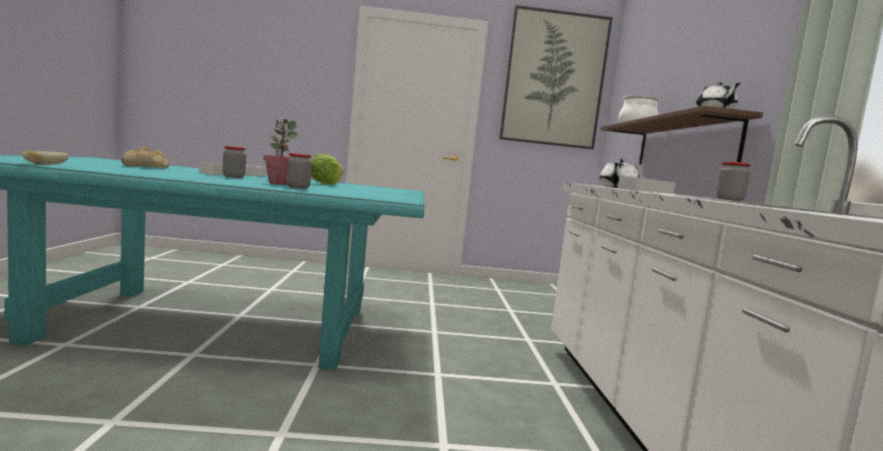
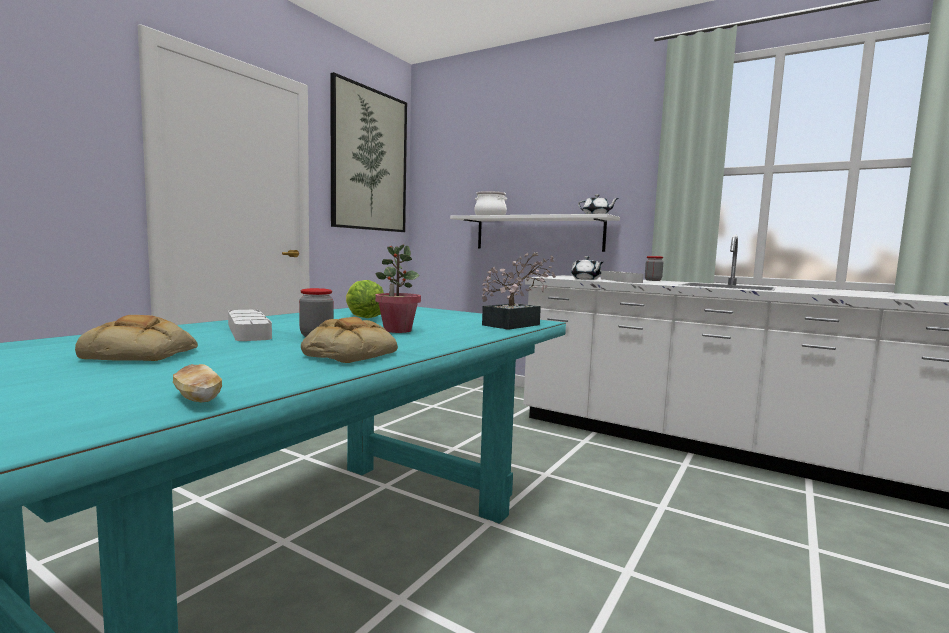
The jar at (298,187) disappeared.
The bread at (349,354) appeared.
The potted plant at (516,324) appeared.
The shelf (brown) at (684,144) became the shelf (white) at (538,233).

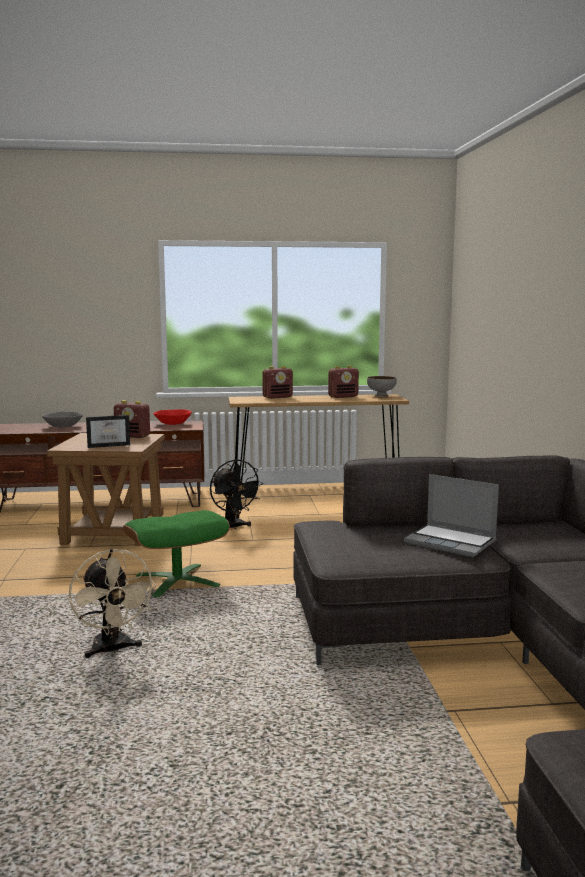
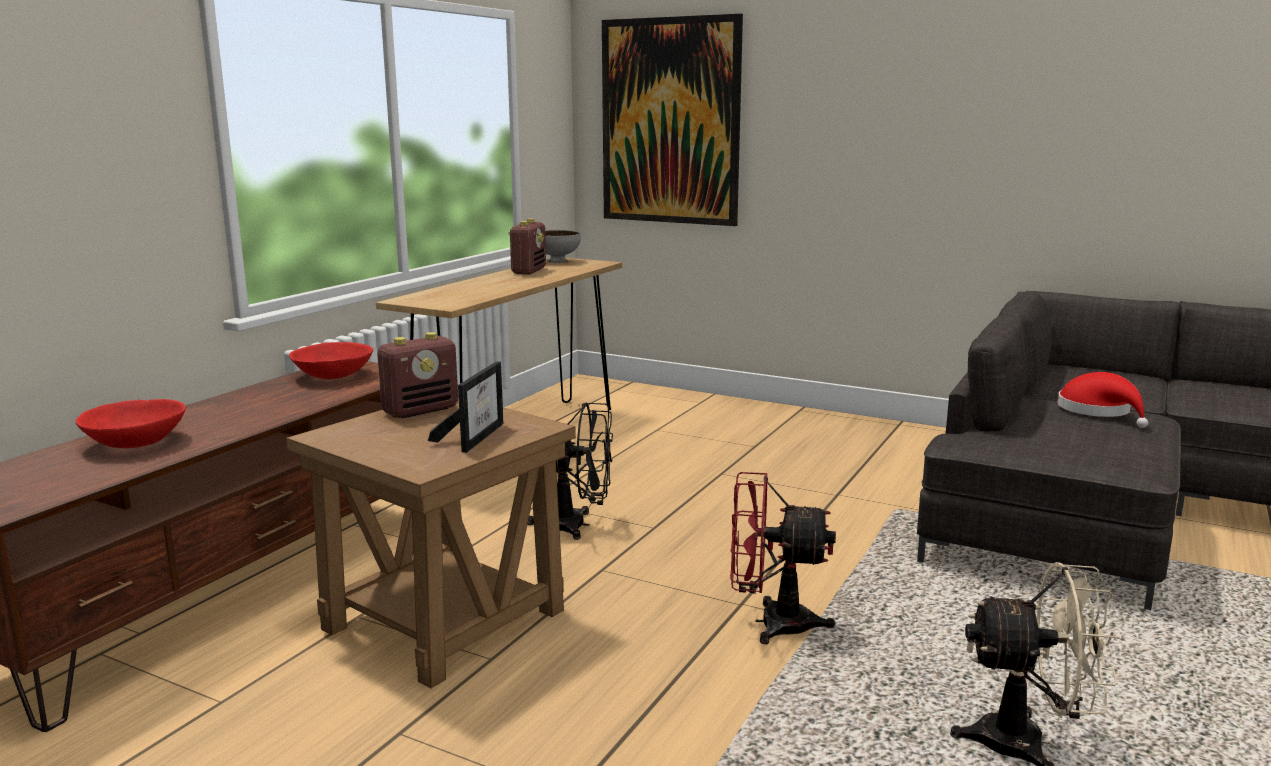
The radio at (278,397) disappeared.
The picture at (670,122) appeared.
The ottoman (green) at (177,581) was replaced by the fan (red) at (771,623).
The laptop at (451,542) was replaced by the hat (red) at (1098,411).
The bowl (grey) at (63,426) became the bowl (red) at (136,442).

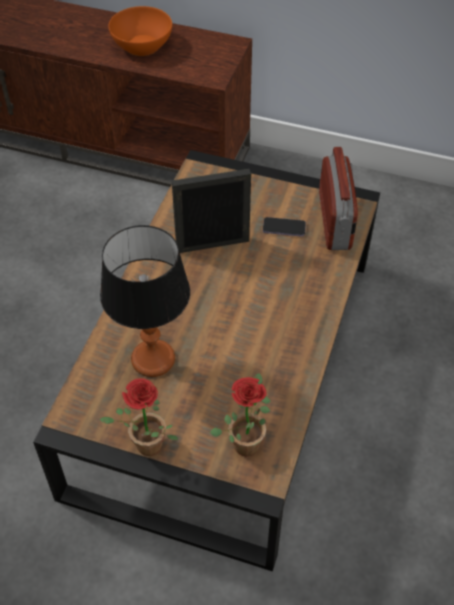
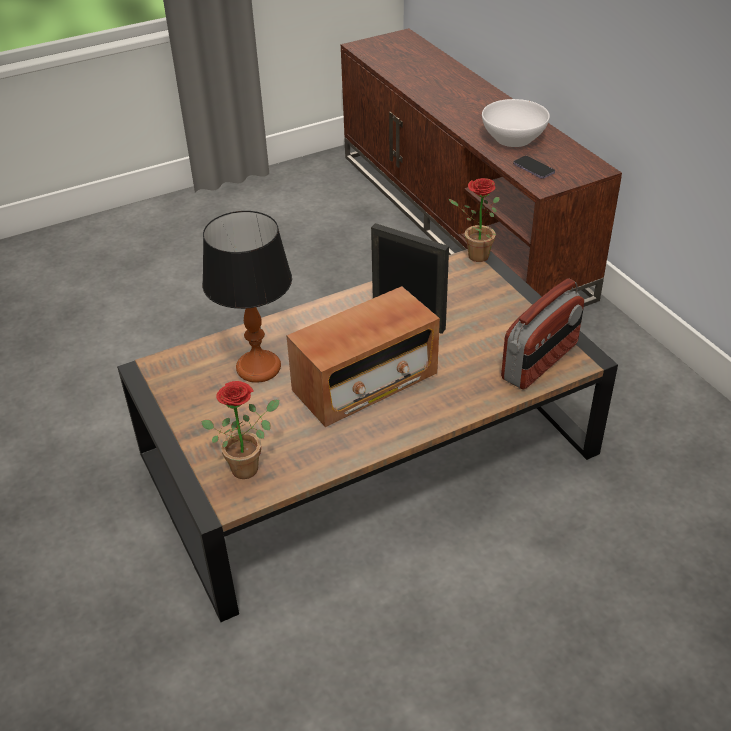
The radio at (365,384) appeared.
The potted plant moved from (144,448) to (473,255).
The phone moved from (284,228) to (533,169).
The bowl (orange) at (142,45) became the bowl (white) at (513,138).

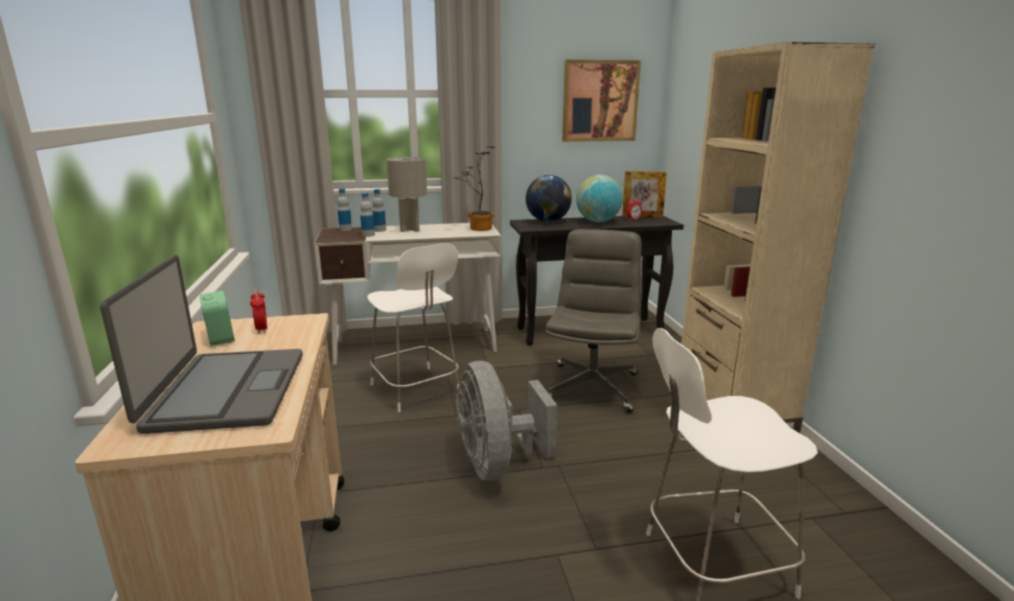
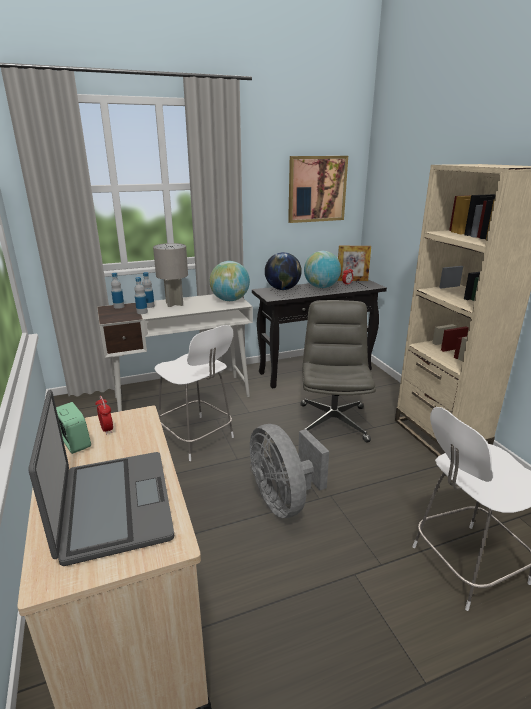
The potted plant at (477,229) was replaced by the globe at (230,300).

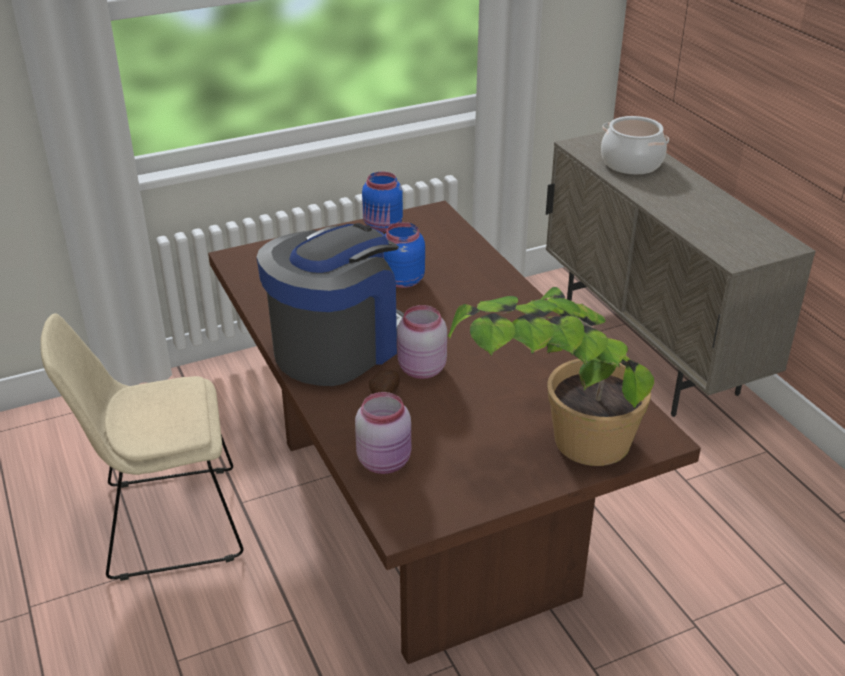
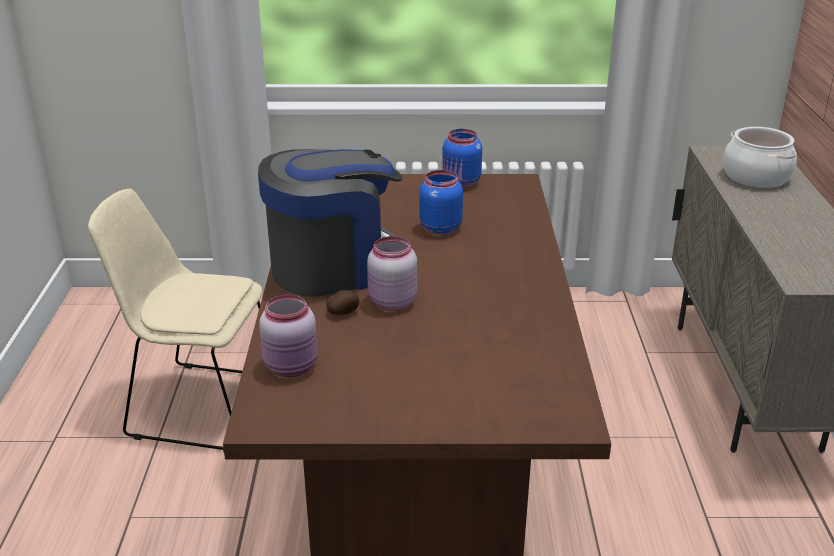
The potted plant at (552,446) disappeared.

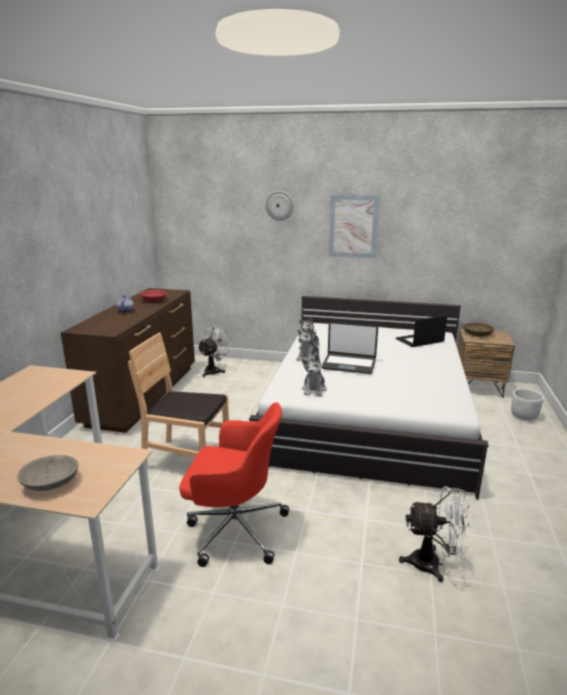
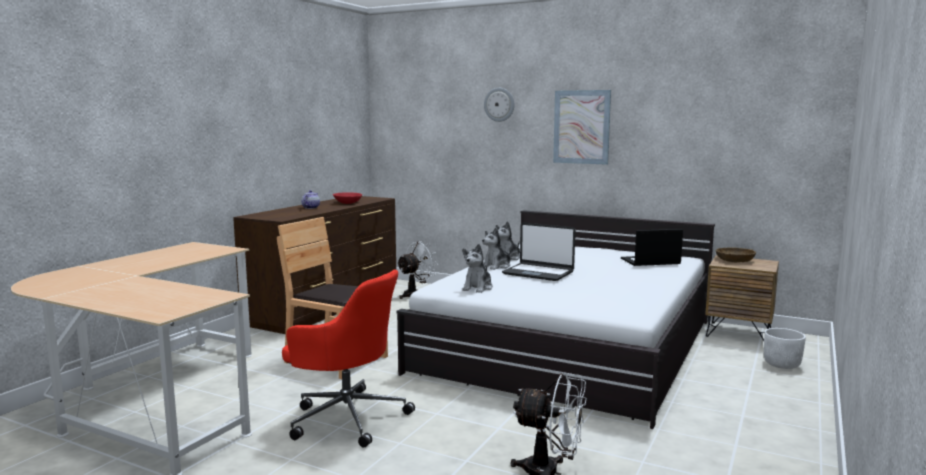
The bowl (grey) at (50,483) disappeared.

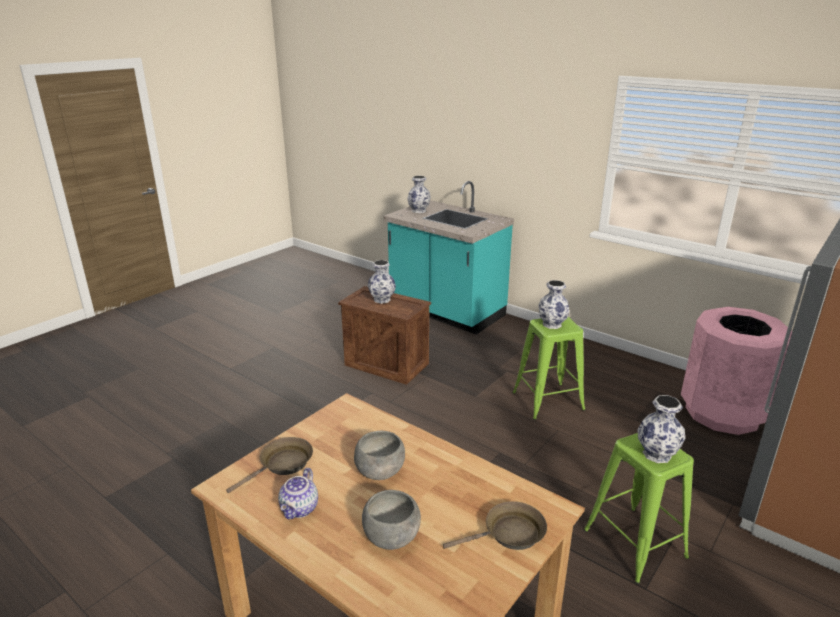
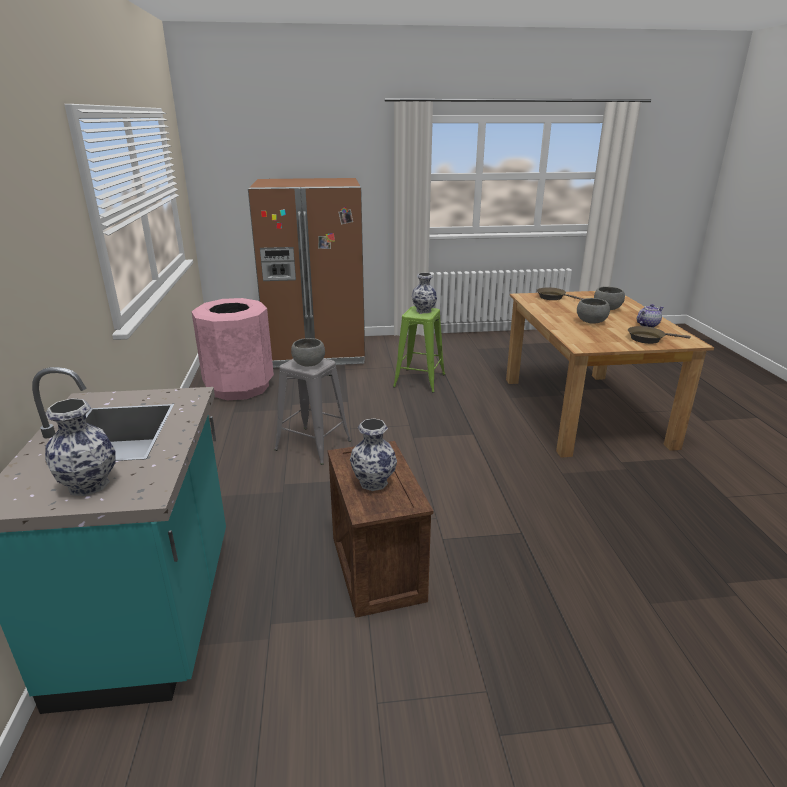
The vase at (552,324) was replaced by the bowl (grey) at (308,364).
The stool (green) at (547,401) became the stool (grey) at (313,445).

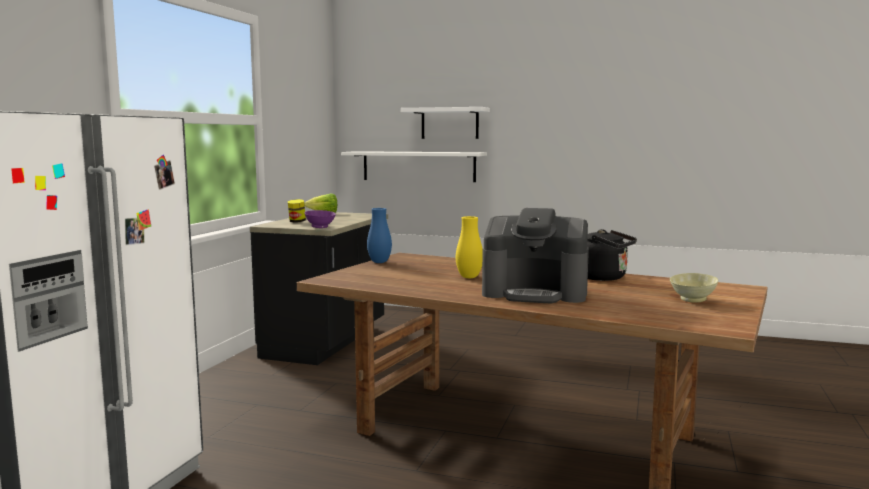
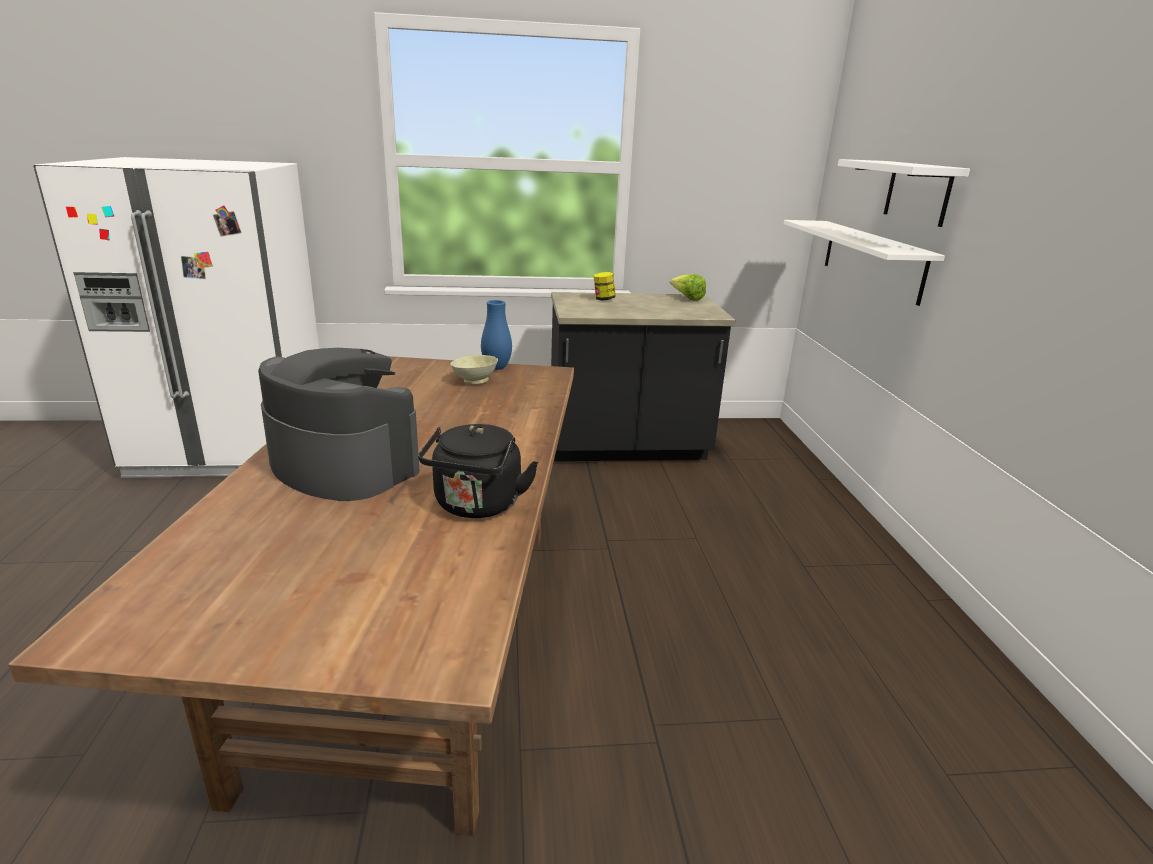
The bowl (purple) at (320,227) disappeared.
The vase (yellow) at (469,277) disappeared.
The bowl (beige) moved from (691,300) to (474,381).
The coffee machine at (535,293) turned 135 degrees clockwise.

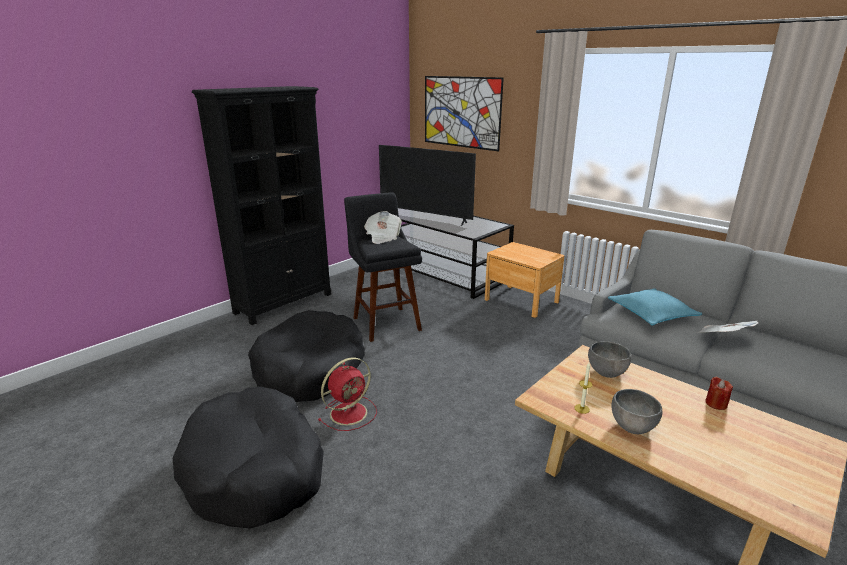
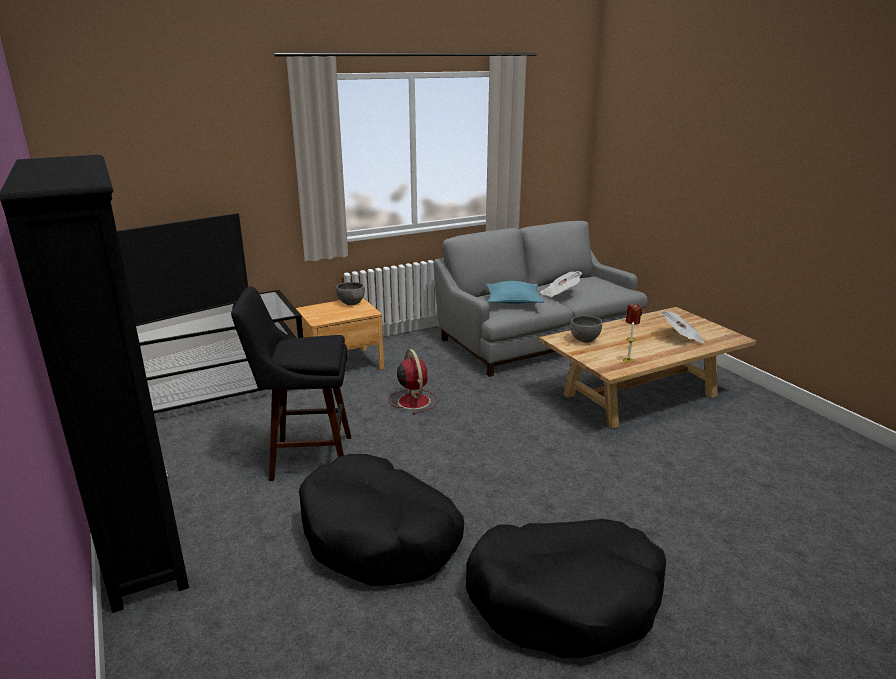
The picture at (461,112) disappeared.
The fan (red) moved from (350,412) to (413,400).
The newspaper moved from (382,237) to (681,338).
The bowl (grey) moved from (632,427) to (351,303).

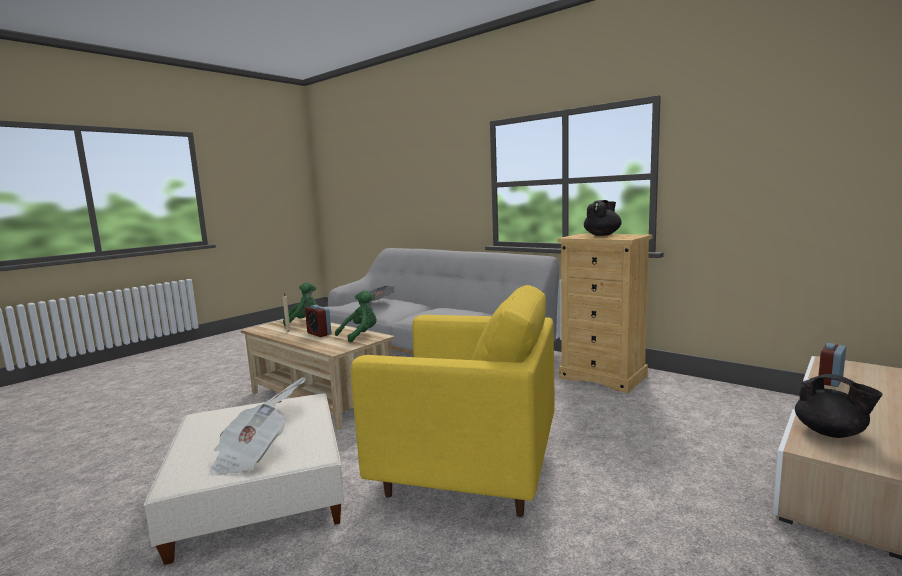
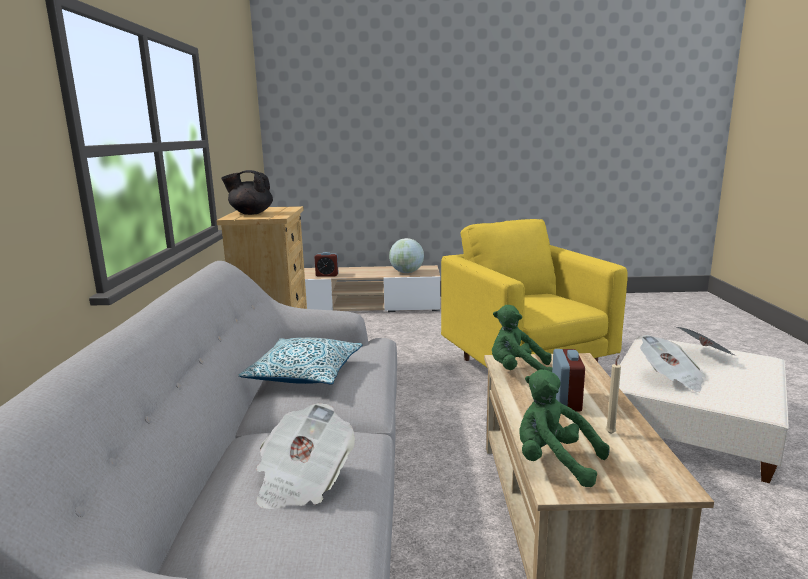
The pillow at (304,374) appeared.
The teapot (black) at (831,433) was replaced by the globe at (407,272).

